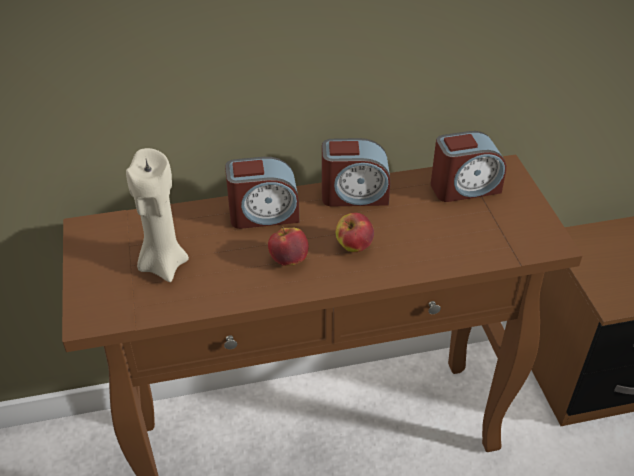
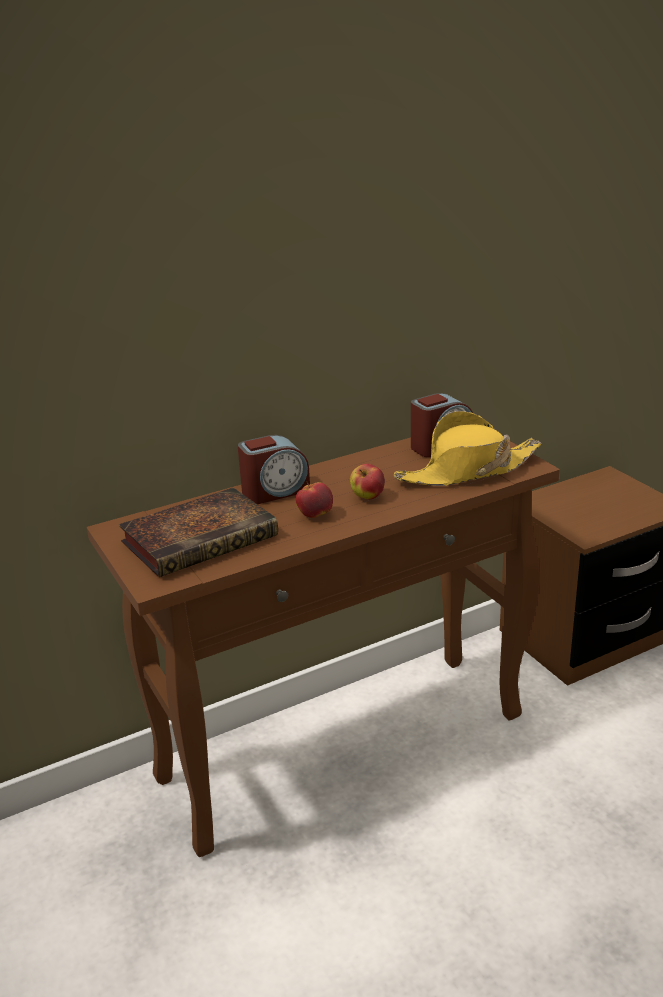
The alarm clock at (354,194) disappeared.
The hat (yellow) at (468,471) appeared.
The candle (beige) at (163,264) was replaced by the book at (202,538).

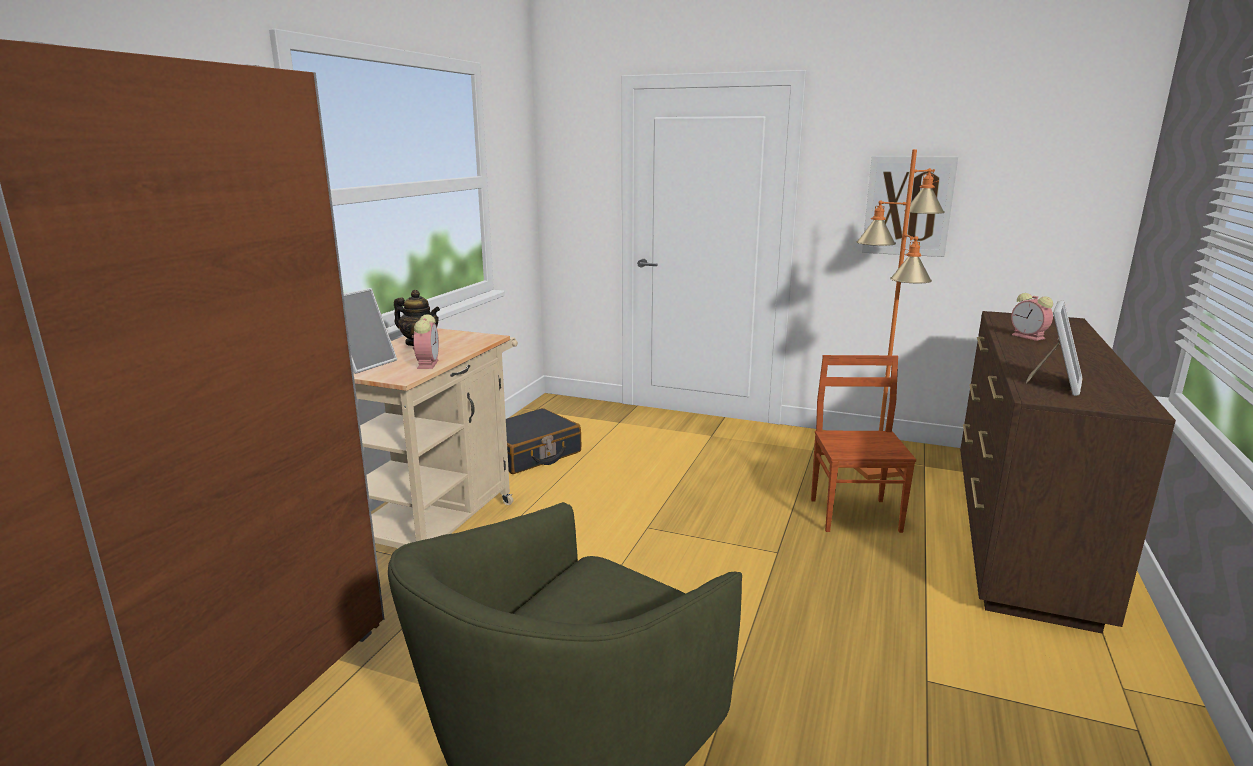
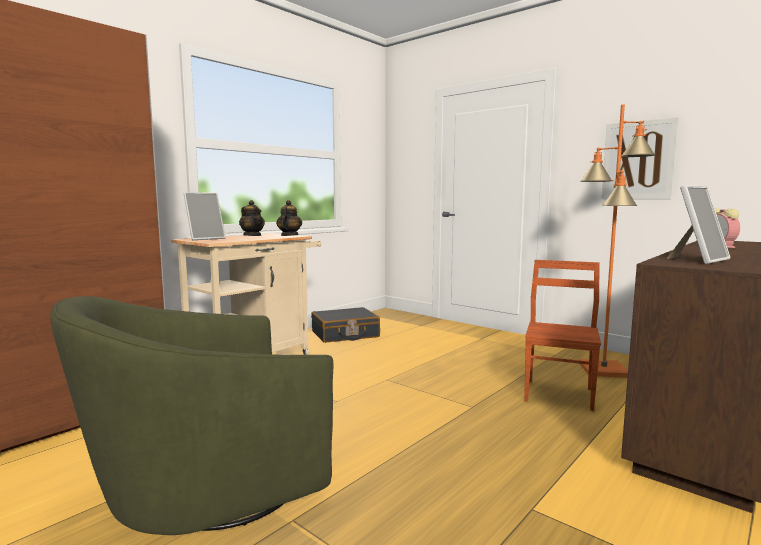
The alarm clock at (427,364) disappeared.
The teapot at (289,235) appeared.

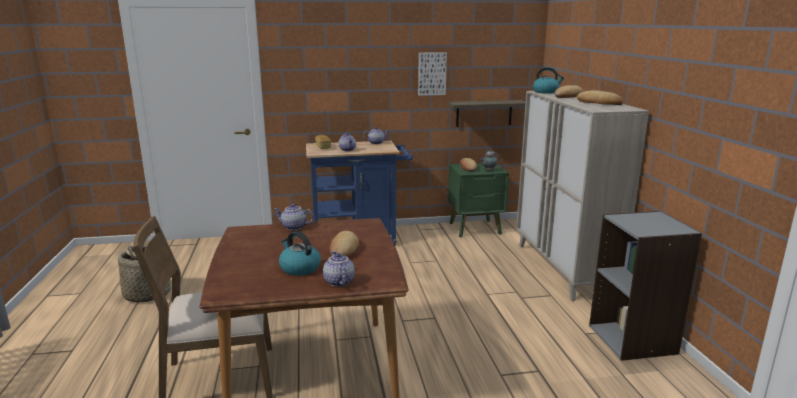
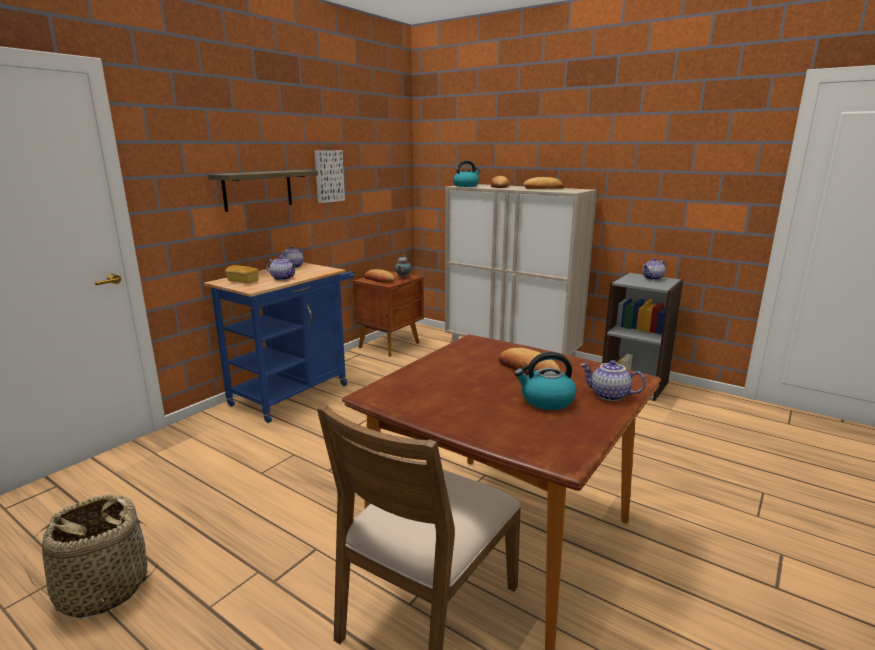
The teapot moved from (293,227) to (653,278).
The shelf moved from (484,113) to (258,190).
The nightstand (green) at (476,229) became the nightstand (brown) at (390,345).

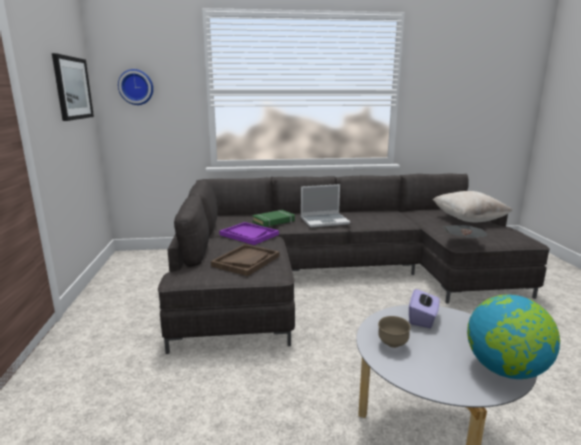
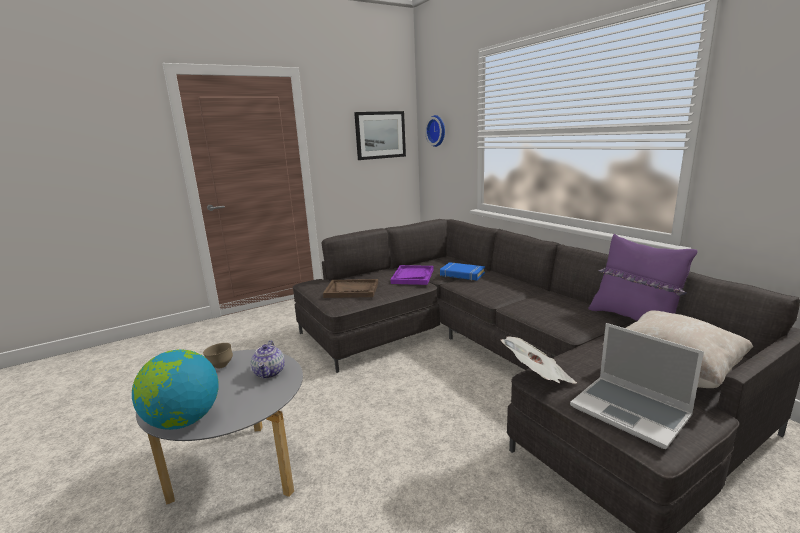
The pillow (purple) at (634,320) appeared.
The laptop moved from (325,221) to (631,412).
The tissue box (purple) at (423,319) was replaced by the teapot at (270,373).
The book (green) at (274,221) became the book (blue) at (462,274).

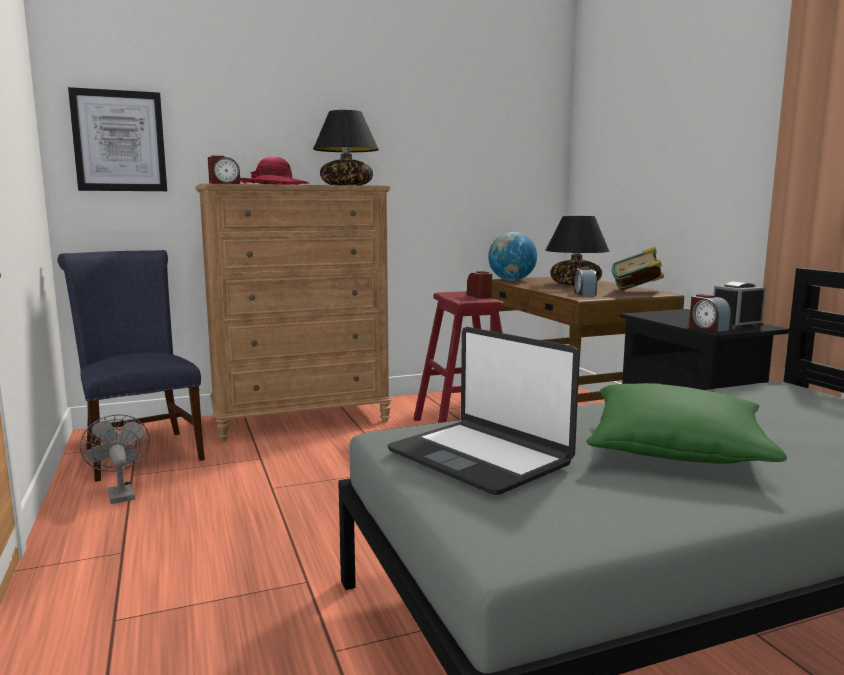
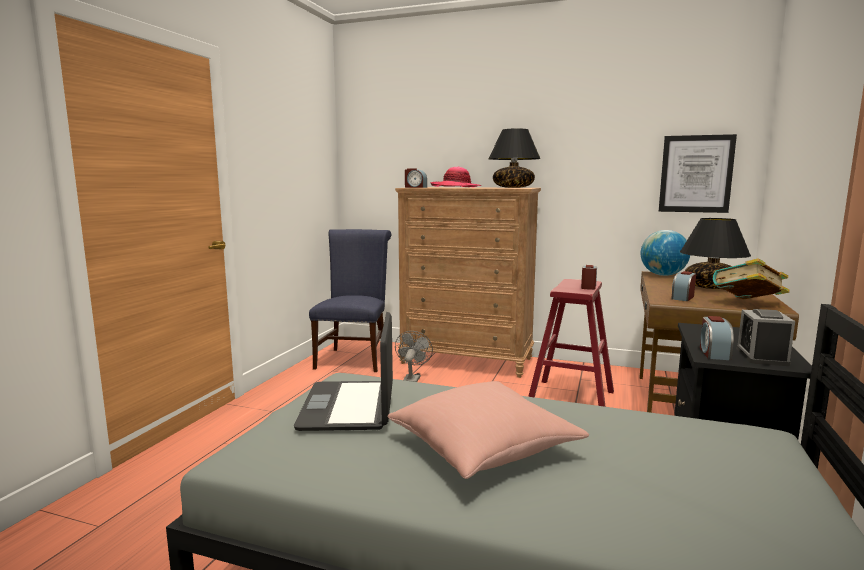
The picture moved from (119,141) to (696,174).
The fan (grey) moved from (119,493) to (412,378).
The pillow (green) at (676,449) became the pillow (pink) at (483,448).
The alarm clock at (736,325) turned 90 degrees counterclockwise.

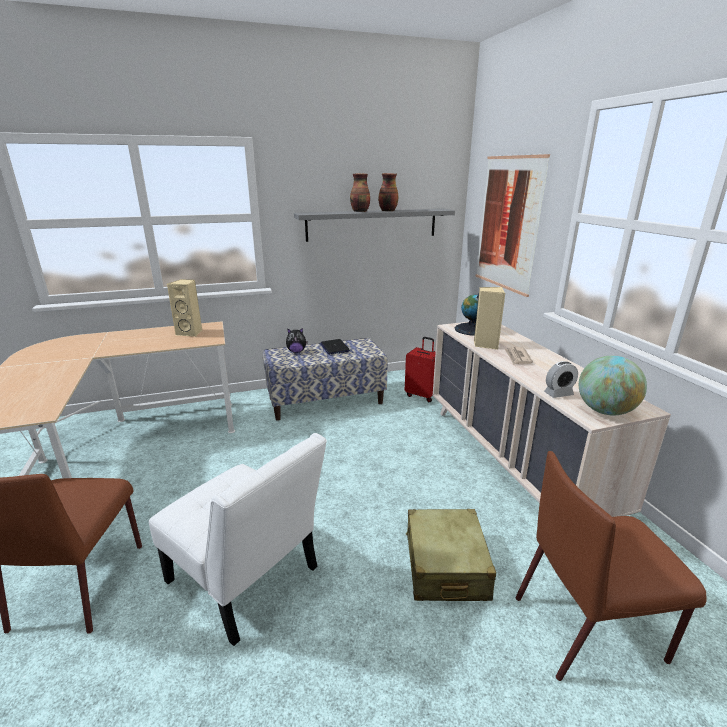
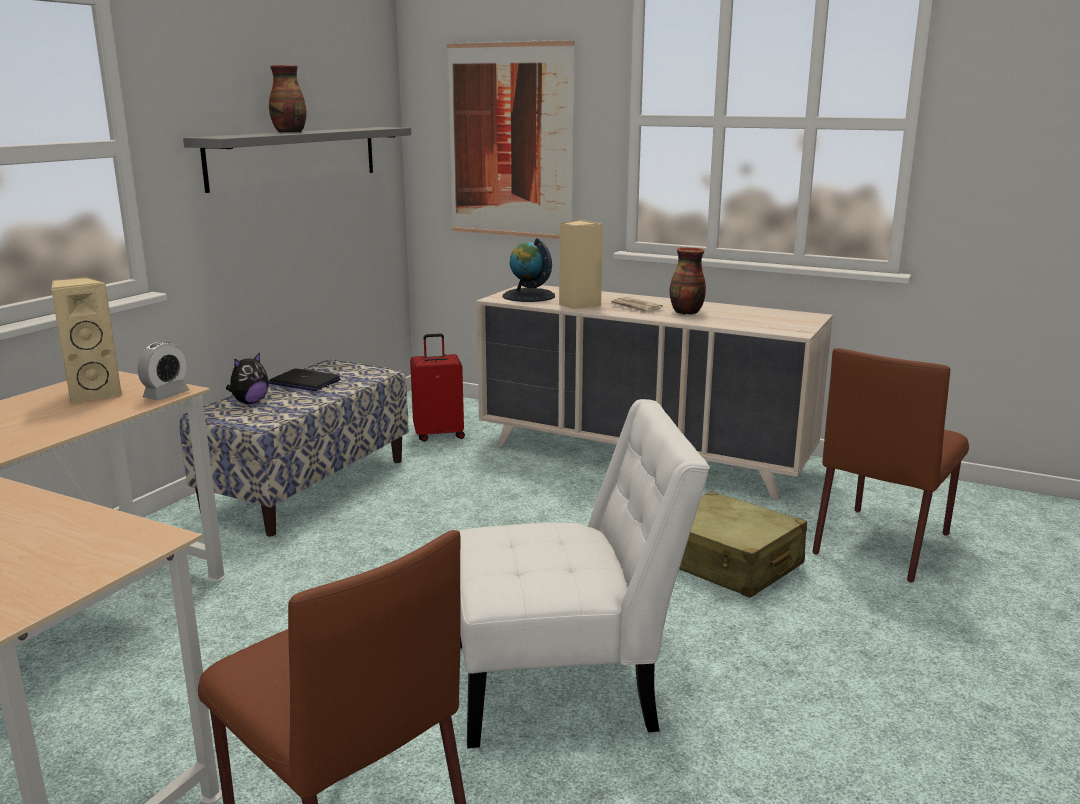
The globe at (605,411) disappeared.
The vase moved from (387,211) to (686,312).
The alarm clock moved from (558,394) to (166,395).

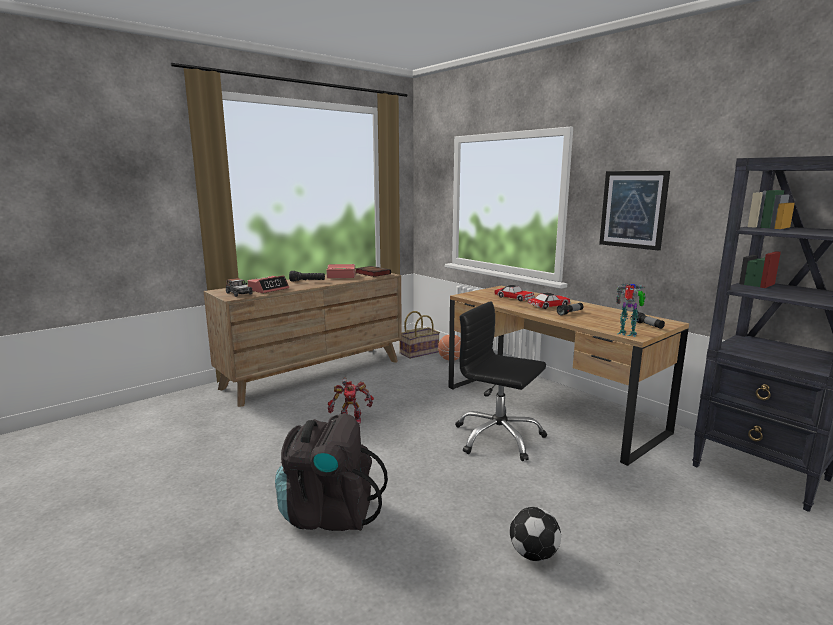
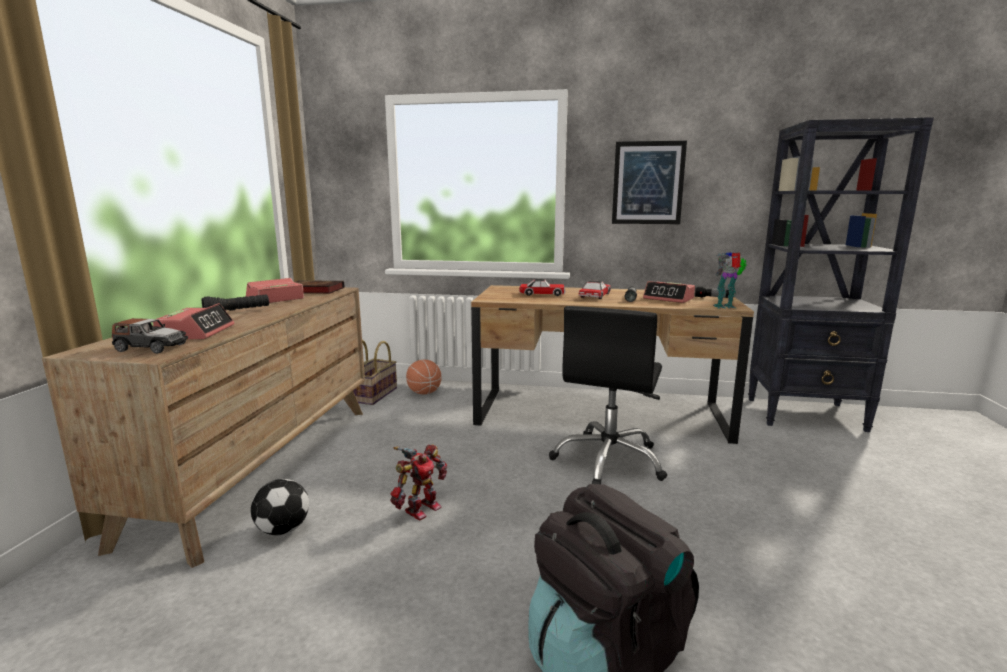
The alarm clock at (669,299) appeared.
The football moved from (533,554) to (282,530).
The office chair (black) at (498,438) turned 60 degrees counterclockwise.

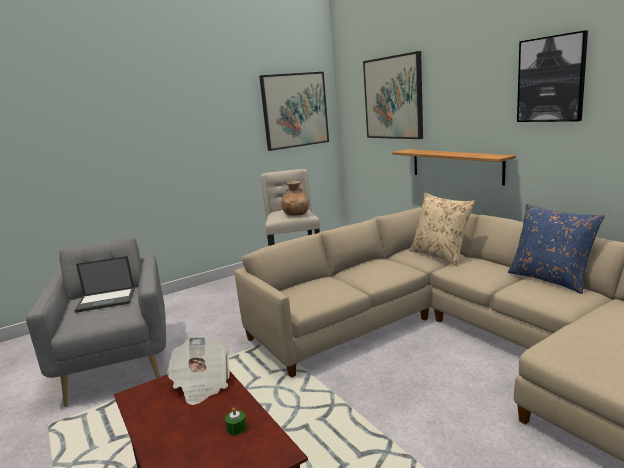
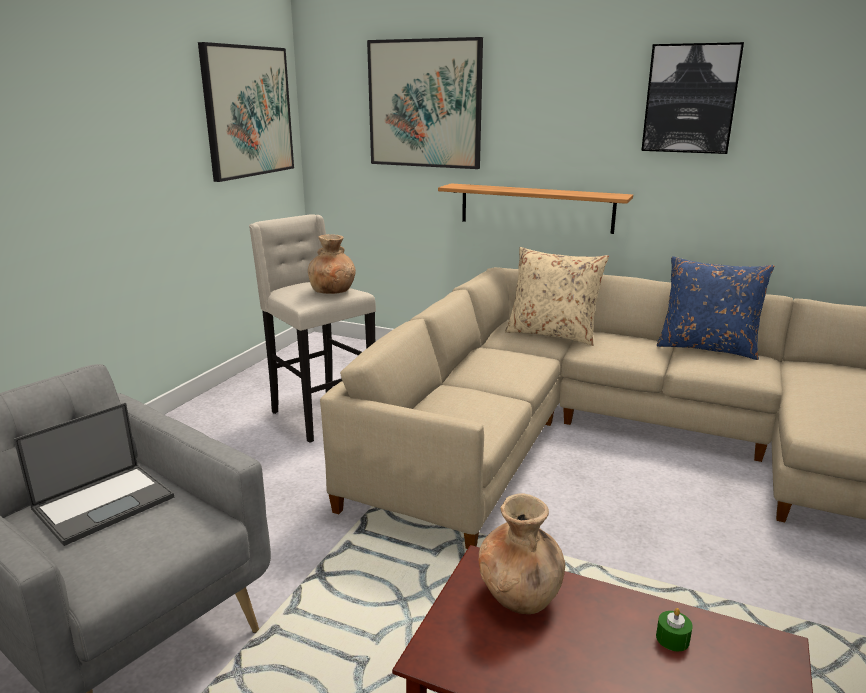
The newspaper at (201,384) was replaced by the vase (brown) at (520,595).

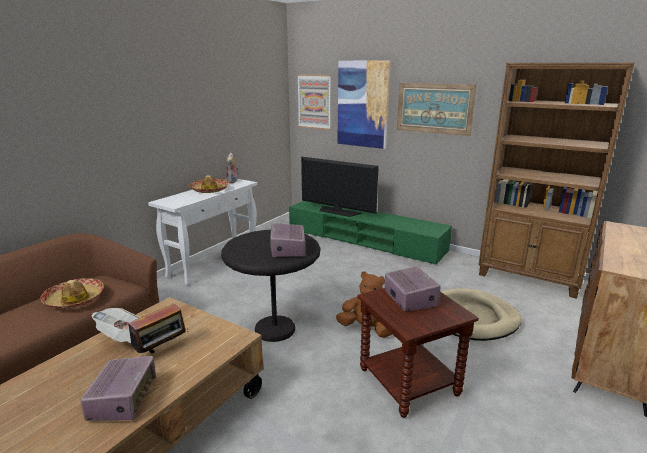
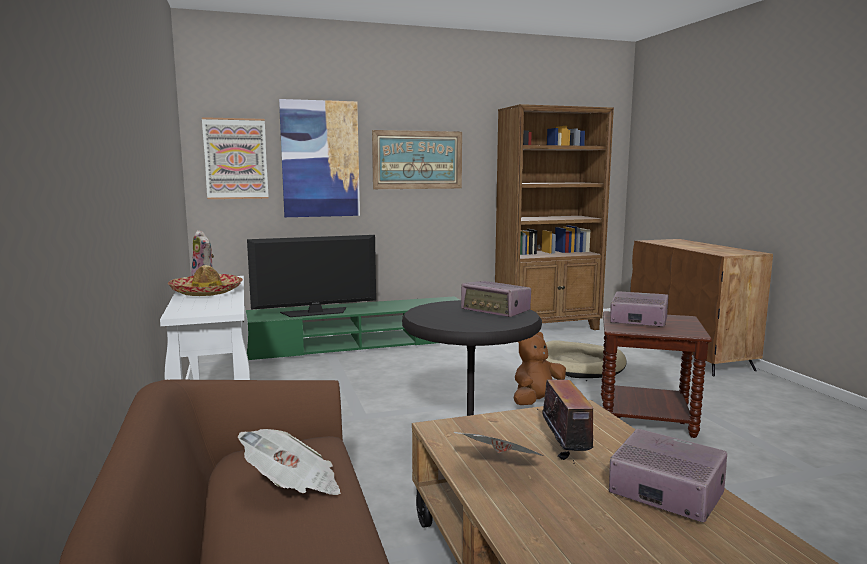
The hat at (75,299) was replaced by the newspaper at (293,486).

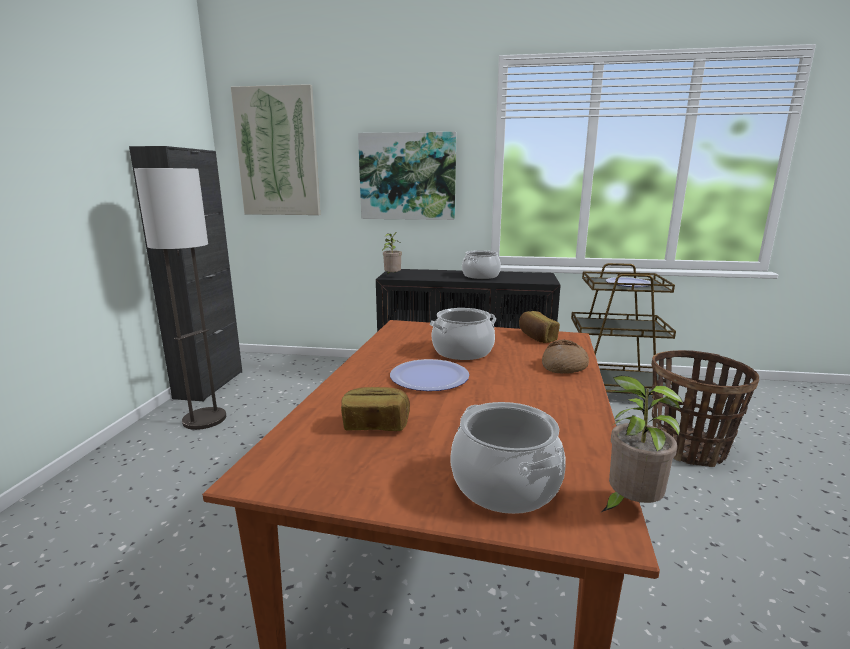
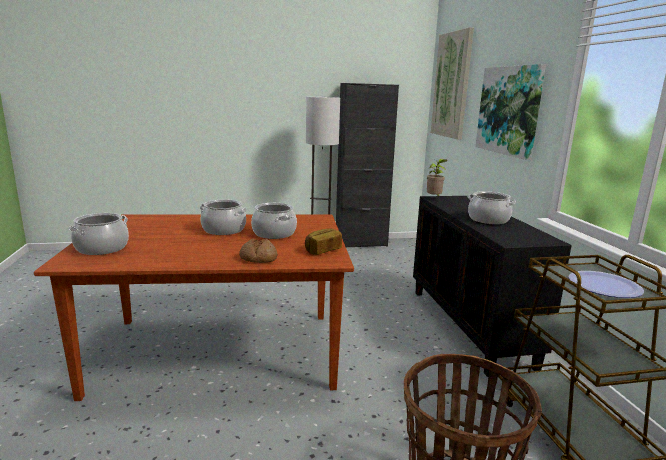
The bread at (375,424) disappeared.
The potted plant at (629,506) disappeared.
The plate at (429,377) was replaced by the cooking pot at (224,230).

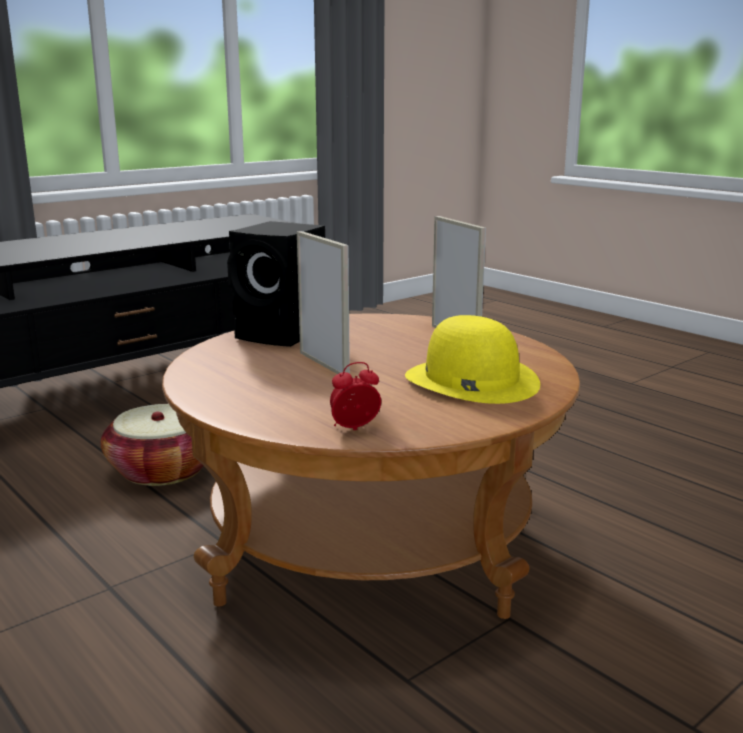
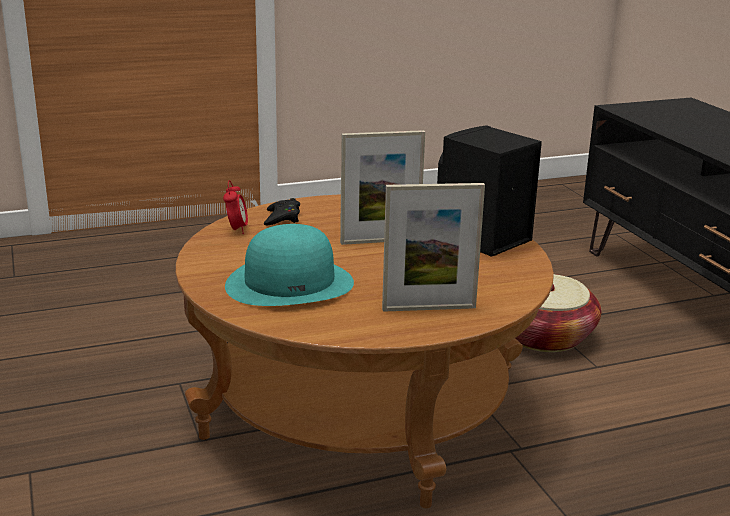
The game controller (black) at (282,218) appeared.
The hat (yellow) at (470,380) became the hat (turquoise) at (290,283).

